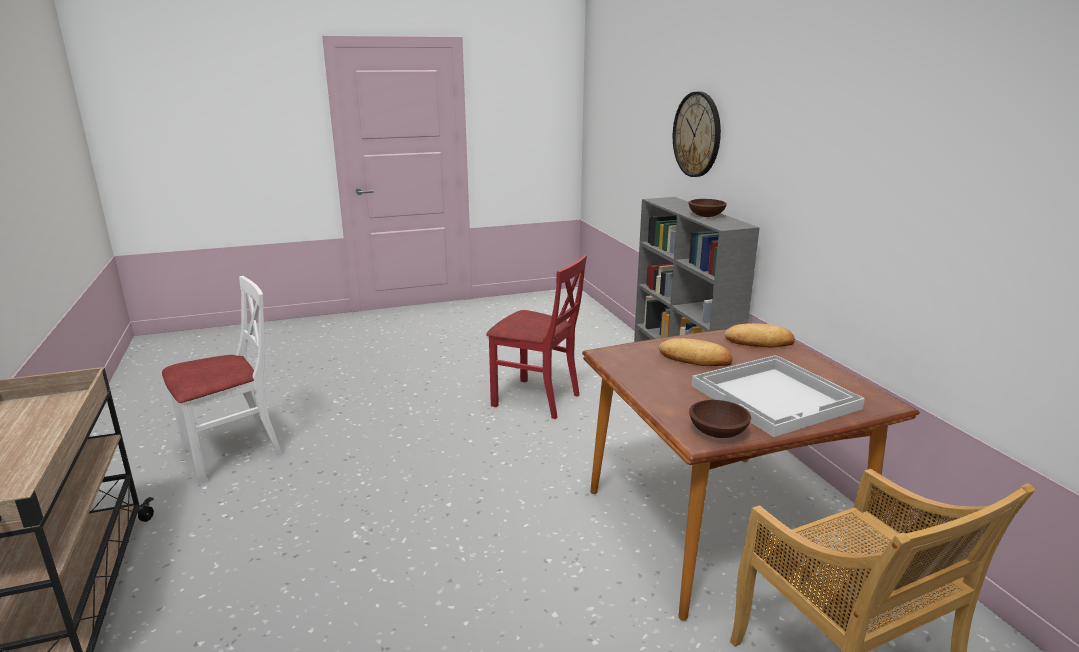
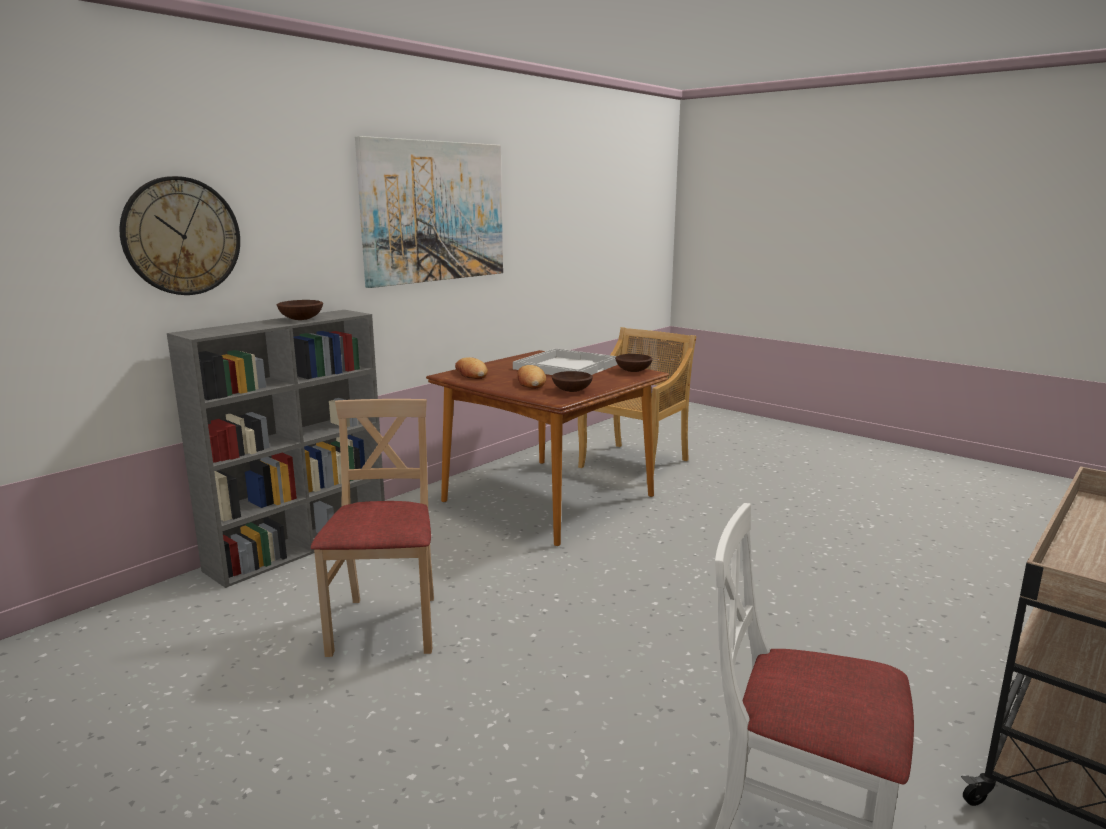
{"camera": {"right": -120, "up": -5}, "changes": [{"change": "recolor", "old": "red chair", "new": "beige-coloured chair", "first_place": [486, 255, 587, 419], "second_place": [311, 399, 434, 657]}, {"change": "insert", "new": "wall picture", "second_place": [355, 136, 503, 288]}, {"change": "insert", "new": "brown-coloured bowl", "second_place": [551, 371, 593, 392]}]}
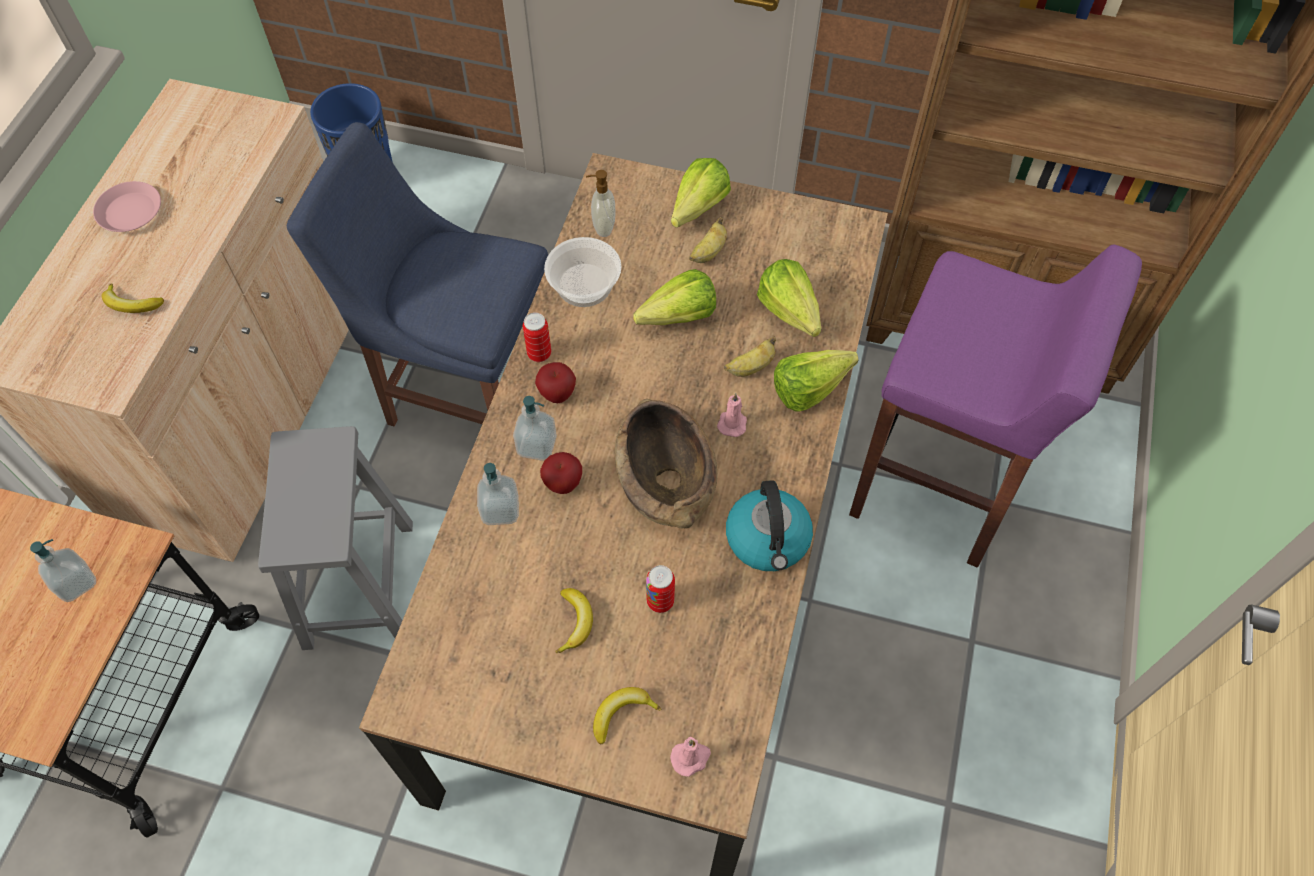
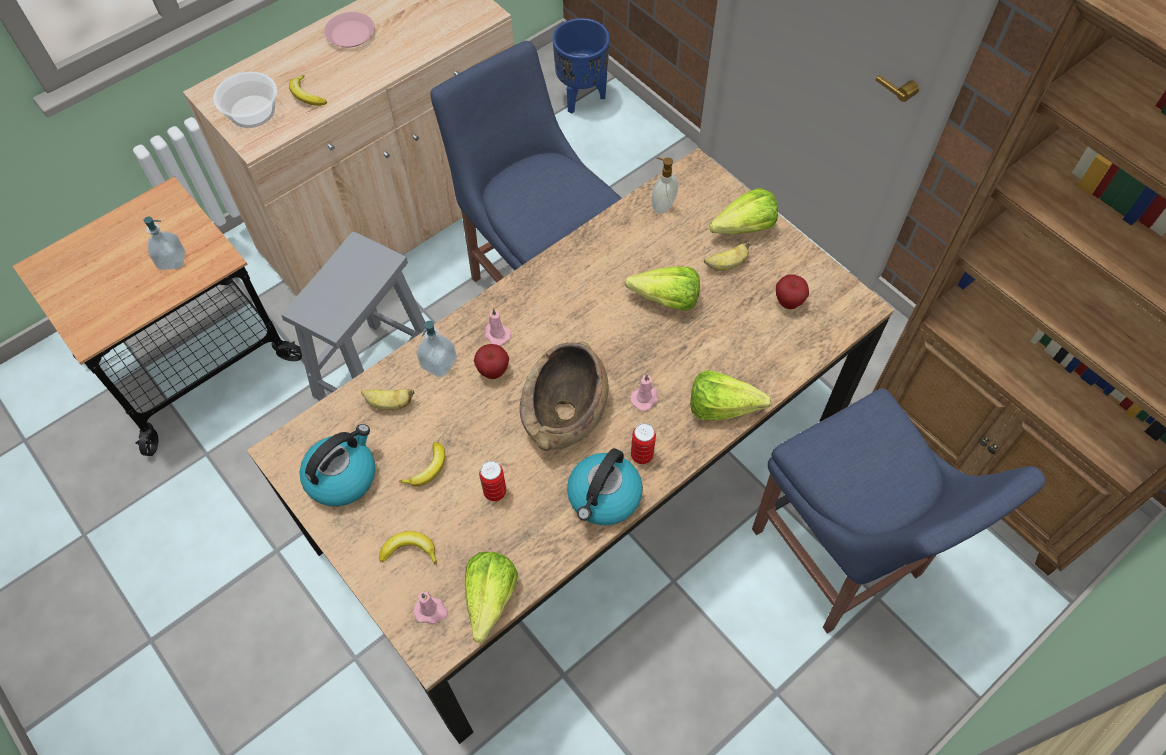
{"camera": {"right": 35, "up": 0}, "changes": [{"change": "move", "old": "bowl", "first_place": [544, 237, 622, 307], "second_place": [213, 72, 277, 128]}, {"change": "replace", "old": "purplish sitting stool", "new": "bluish chair", "first_place": [849, 245, 1142, 568], "second_place": [752, 388, 1046, 634]}, {"change": "move", "old": "lettuce", "first_place": [757, 259, 821, 337], "second_place": [465, 552, 518, 643]}, {"change": "move", "old": "can", "first_place": [523, 312, 551, 362], "second_place": [631, 423, 656, 464]}, {"change": "move", "old": "whole banana", "first_place": [724, 337, 776, 377], "second_place": [361, 389, 415, 410]}, {"change": "move", "old": "apple", "first_place": [535, 362, 576, 403], "second_place": [776, 274, 809, 309]}, {"change": "replace", "old": "soap dispenser", "new": "pink wax light", "first_place": [513, 396, 557, 461], "second_place": [484, 308, 511, 346]}, {"change": "insert", "new": "water kettle", "second_place": [300, 424, 375, 506]}]}
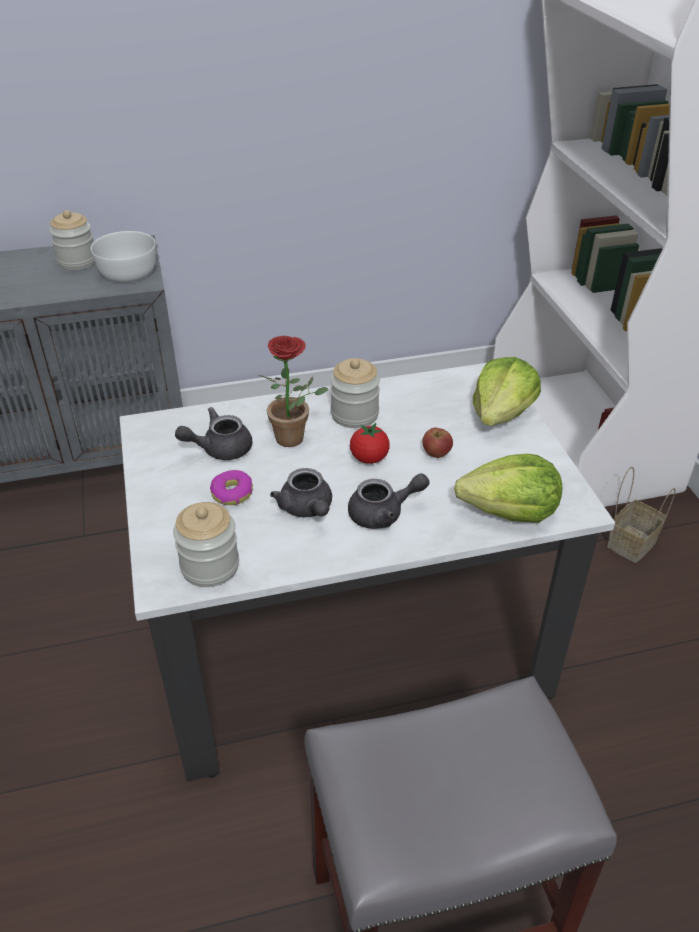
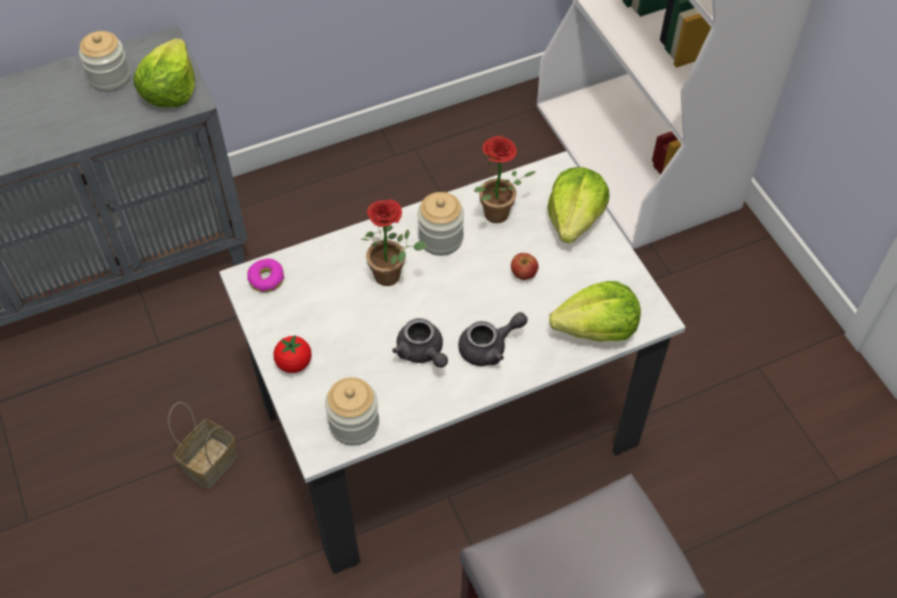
{"camera": {"right": -10, "up": 15}, "changes": [{"change": "replace", "old": "white-coloured bowl", "new": "lettuce", "first_place": [91, 231, 156, 282], "second_place": [133, 38, 195, 108]}, {"change": "delete", "old": "greyish pot for tea", "first_place": [175, 407, 252, 460]}, {"change": "move", "old": "fresh tomato", "first_place": [350, 423, 390, 464], "second_place": [273, 335, 312, 373]}, {"change": "move", "old": "storage basket", "first_place": [607, 467, 676, 563], "second_place": [168, 402, 238, 489]}, {"change": "move", "old": "doughnut", "first_place": [210, 470, 253, 505], "second_place": [247, 259, 285, 292]}, {"change": "insert", "new": "potted plant", "second_place": [474, 136, 536, 223]}]}
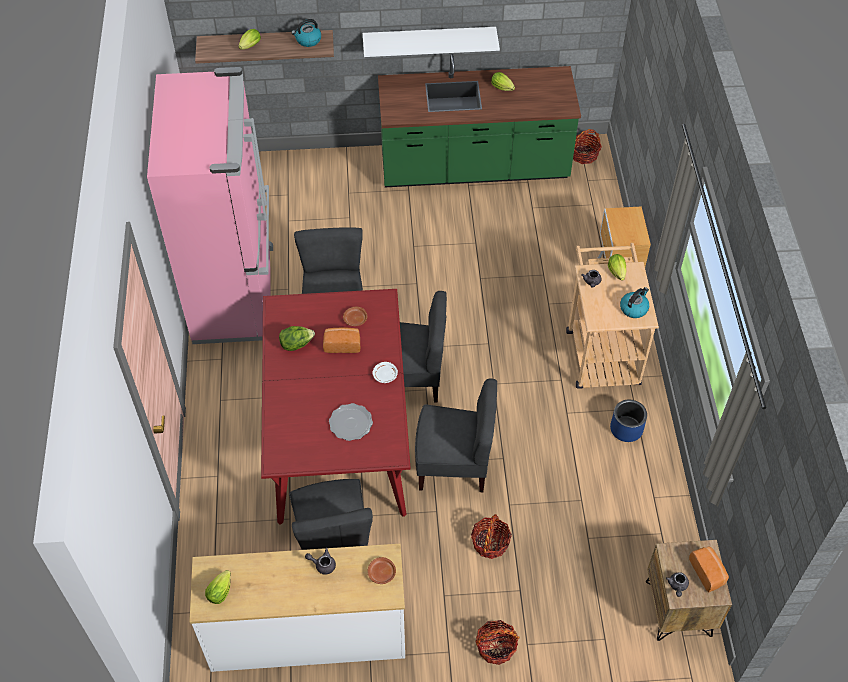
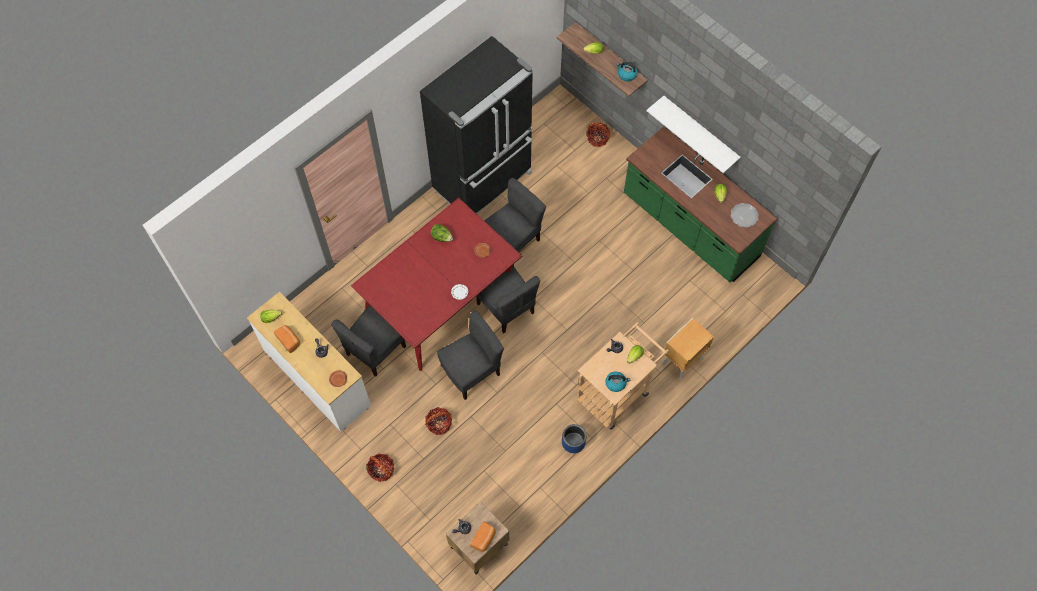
{"camera": {"right": 50, "up": 10}, "changes": [{"change": "recolor", "old": "pink kitchen fridge", "new": "black-coloured kitchen fridge", "first_place": [147, 67, 273, 344], "second_place": [420, 36, 533, 214]}, {"change": "move", "old": "storage basket", "first_place": [573, 129, 602, 164], "second_place": [587, 122, 610, 147]}, {"change": "move", "old": "bread", "first_place": [323, 327, 360, 353], "second_place": [274, 325, 300, 354]}, {"change": "rotate", "old": "greyish chair", "first_place": [415, 378, 497, 493], "second_place": [437, 310, 504, 400], "degrees": -90}, {"change": "move", "old": "dinner plate", "first_place": [329, 403, 373, 441], "second_place": [731, 203, 759, 228]}]}
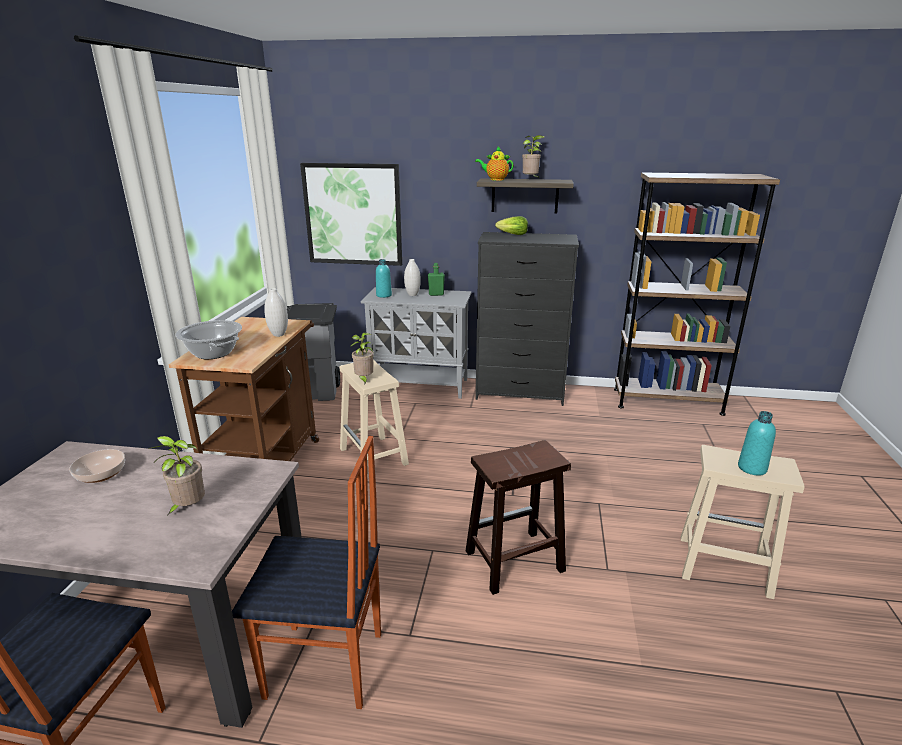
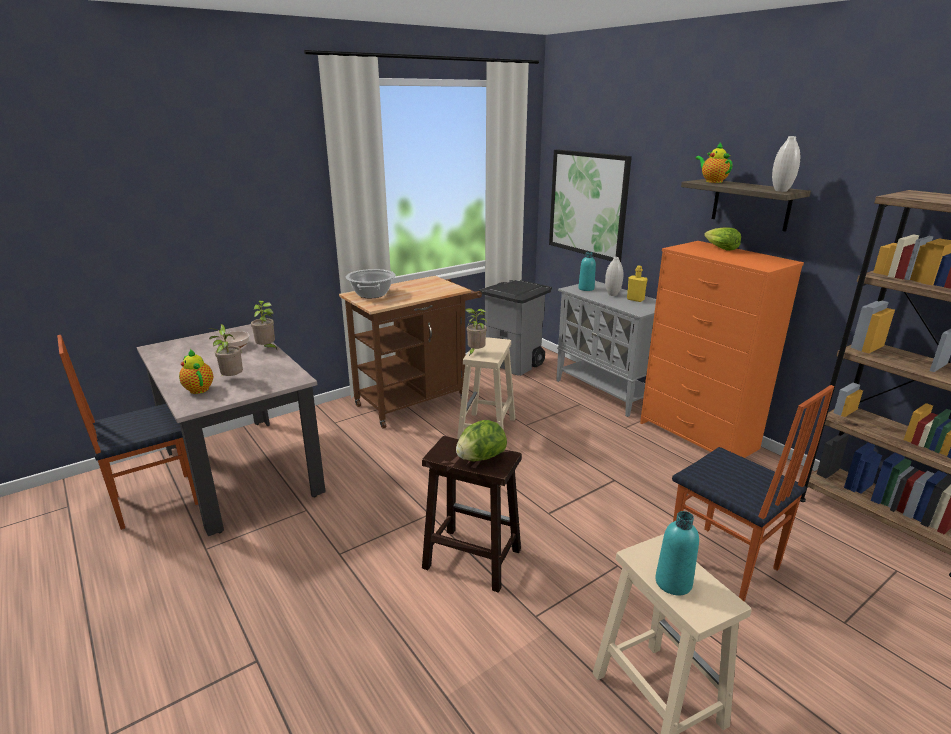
{"camera": {"right": 45, "up": 0}, "changes": [{"change": "move", "old": "potted plant", "first_place": [522, 135, 544, 179], "second_place": [251, 301, 278, 351]}, {"change": "recolor", "old": "black-coloured chest of drawers", "new": "orangey chest of drawers", "first_place": [475, 232, 579, 406], "second_place": [640, 241, 804, 458]}, {"change": "recolor", "old": "greenish bottle", "new": "yellow-coloured bottle", "first_place": [428, 263, 445, 296], "second_place": [627, 266, 648, 302]}, {"change": "move", "old": "white-coloured vase", "first_place": [264, 288, 288, 337], "second_place": [772, 136, 800, 192]}, {"change": "move", "old": "chair", "first_place": [232, 436, 381, 709], "second_place": [672, 385, 834, 602]}, {"change": "insert", "new": "pot for tea", "second_place": [179, 348, 213, 394]}, {"change": "insert", "new": "lettuce", "second_place": [456, 420, 507, 461]}]}
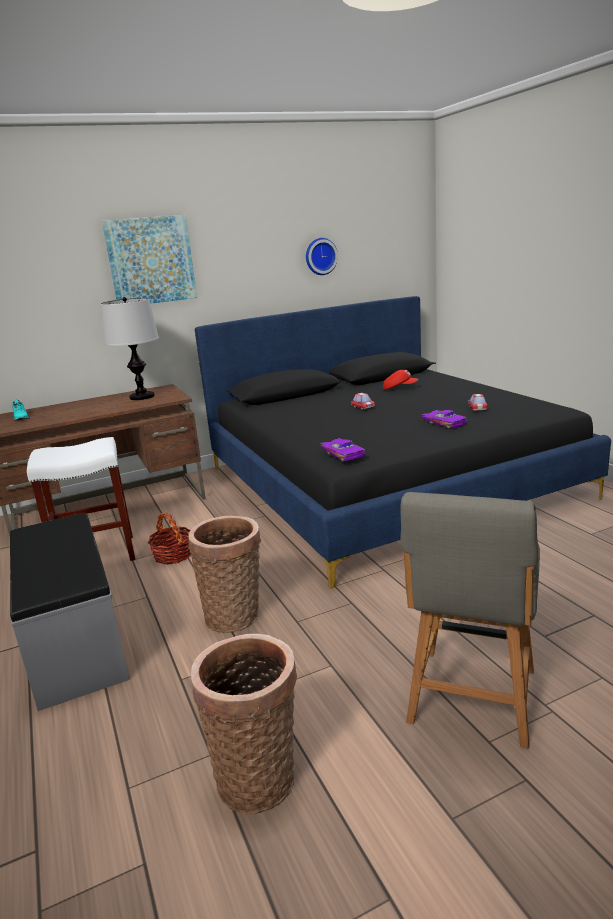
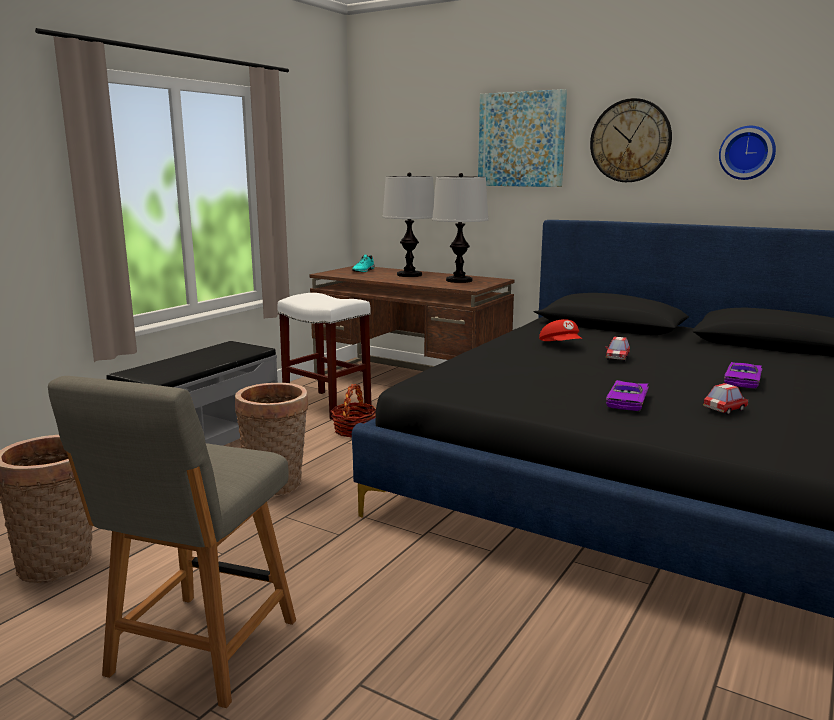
{"camera": {"right": 55, "up": -5}, "changes": [{"change": "move", "old": "red peaked cap", "first_place": [383, 370, 418, 390], "second_place": [539, 319, 582, 341]}, {"change": "move", "old": "purplish miniature car", "first_place": [320, 438, 365, 462], "second_place": [724, 362, 762, 389]}, {"change": "rotate", "old": "greyish chair", "first_place": [400, 492, 540, 749], "second_place": [48, 376, 296, 708], "degrees": -60}, {"change": "insert", "new": "clock on the wall", "second_place": [590, 98, 672, 182]}, {"change": "insert", "new": "tabletop lamp", "second_place": [383, 172, 434, 277]}]}
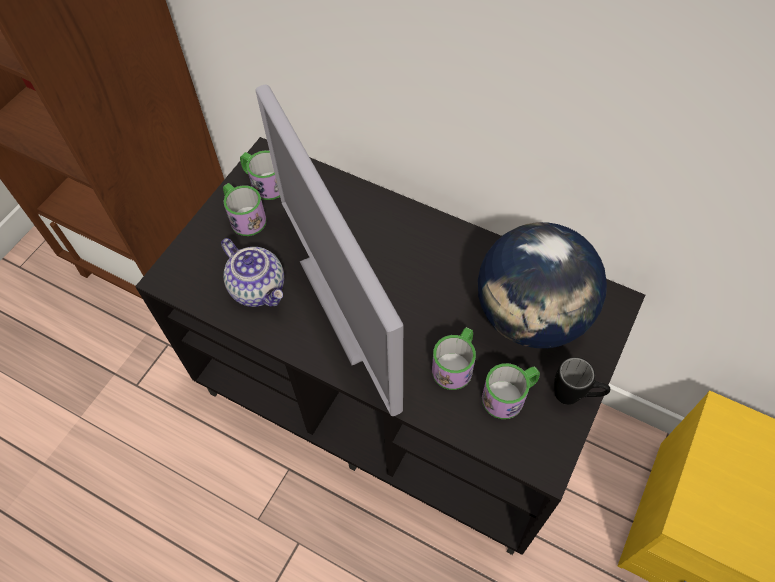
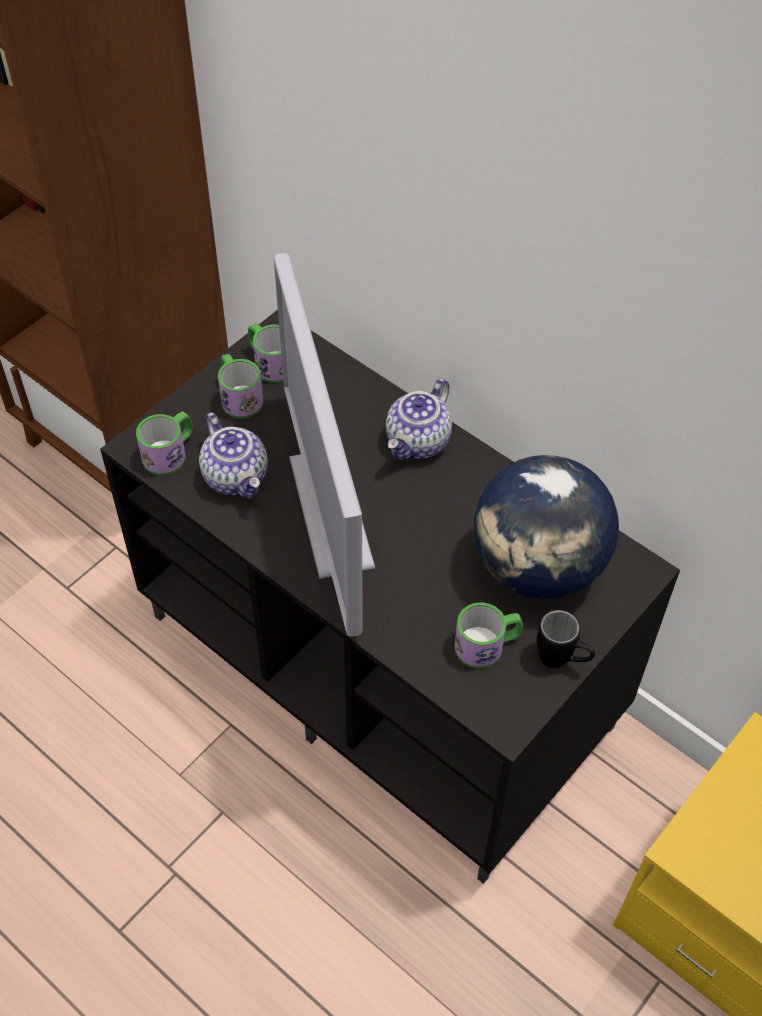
{"camera": {"right": 10, "up": -5}, "changes": [{"change": "move", "old": "mug", "first_place": [432, 327, 476, 390], "second_place": [136, 412, 193, 475]}, {"change": "insert", "new": "pot for tea", "second_place": [386, 378, 452, 460]}]}
